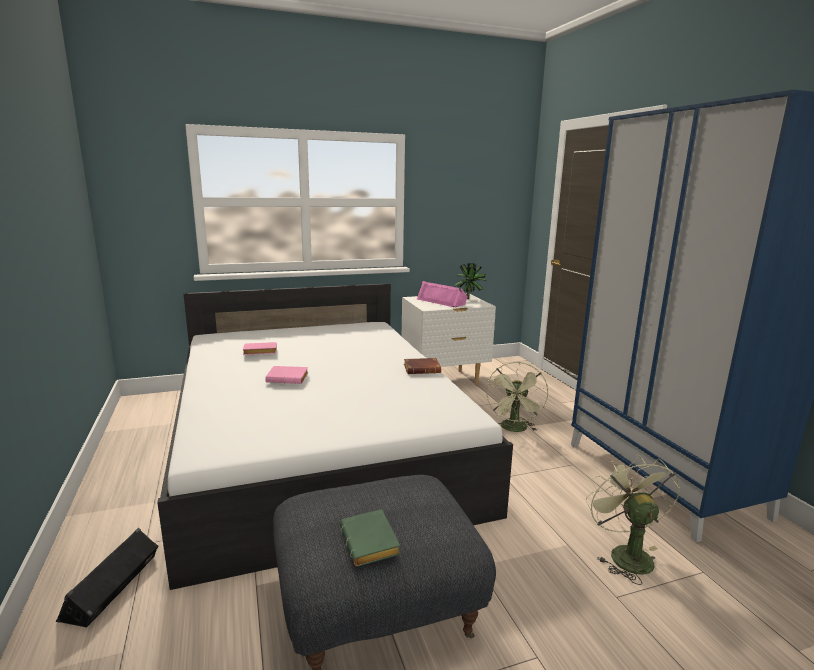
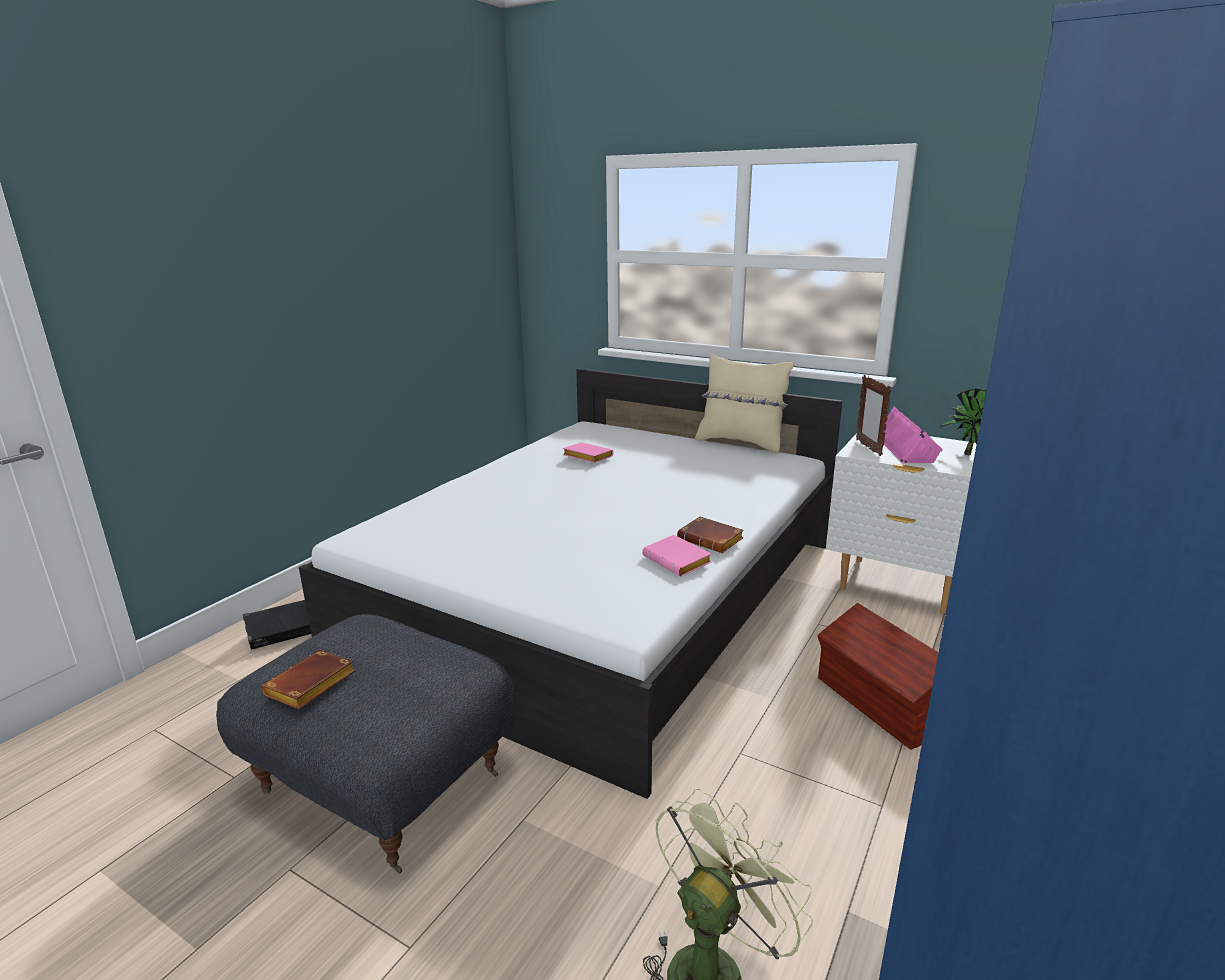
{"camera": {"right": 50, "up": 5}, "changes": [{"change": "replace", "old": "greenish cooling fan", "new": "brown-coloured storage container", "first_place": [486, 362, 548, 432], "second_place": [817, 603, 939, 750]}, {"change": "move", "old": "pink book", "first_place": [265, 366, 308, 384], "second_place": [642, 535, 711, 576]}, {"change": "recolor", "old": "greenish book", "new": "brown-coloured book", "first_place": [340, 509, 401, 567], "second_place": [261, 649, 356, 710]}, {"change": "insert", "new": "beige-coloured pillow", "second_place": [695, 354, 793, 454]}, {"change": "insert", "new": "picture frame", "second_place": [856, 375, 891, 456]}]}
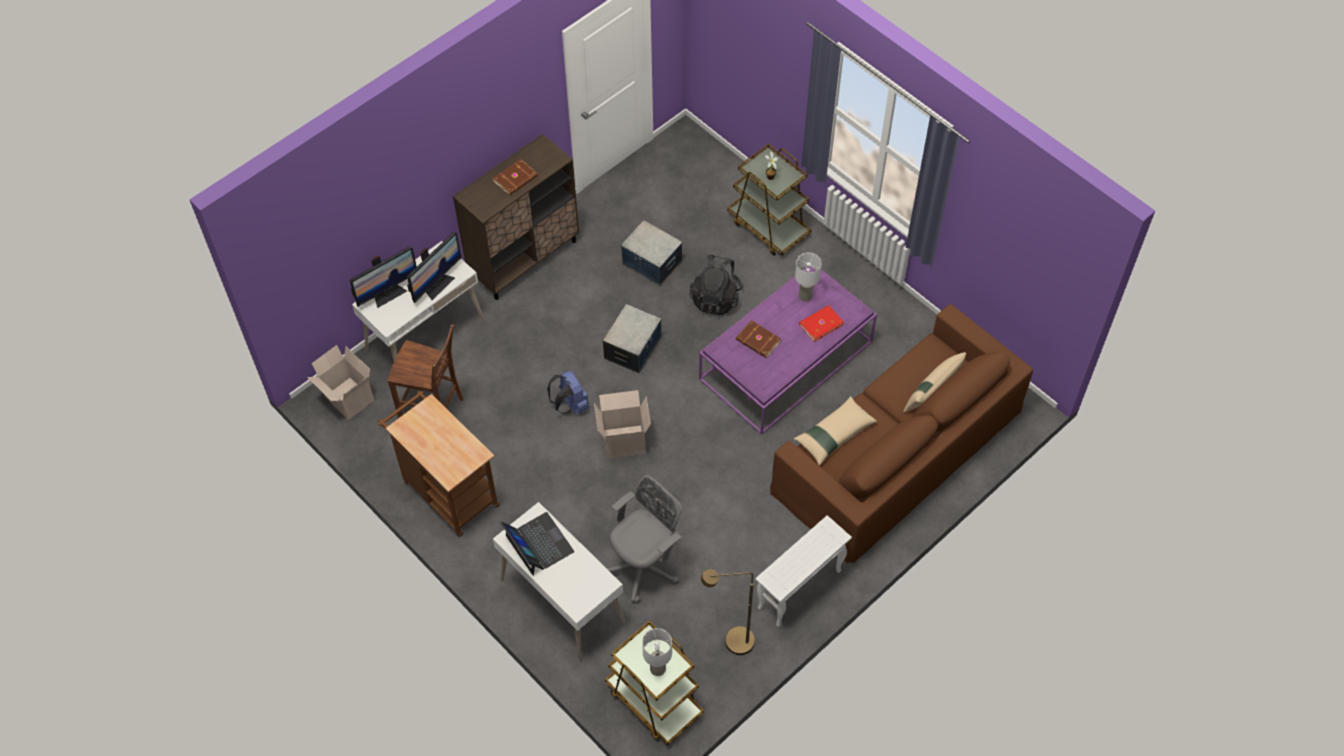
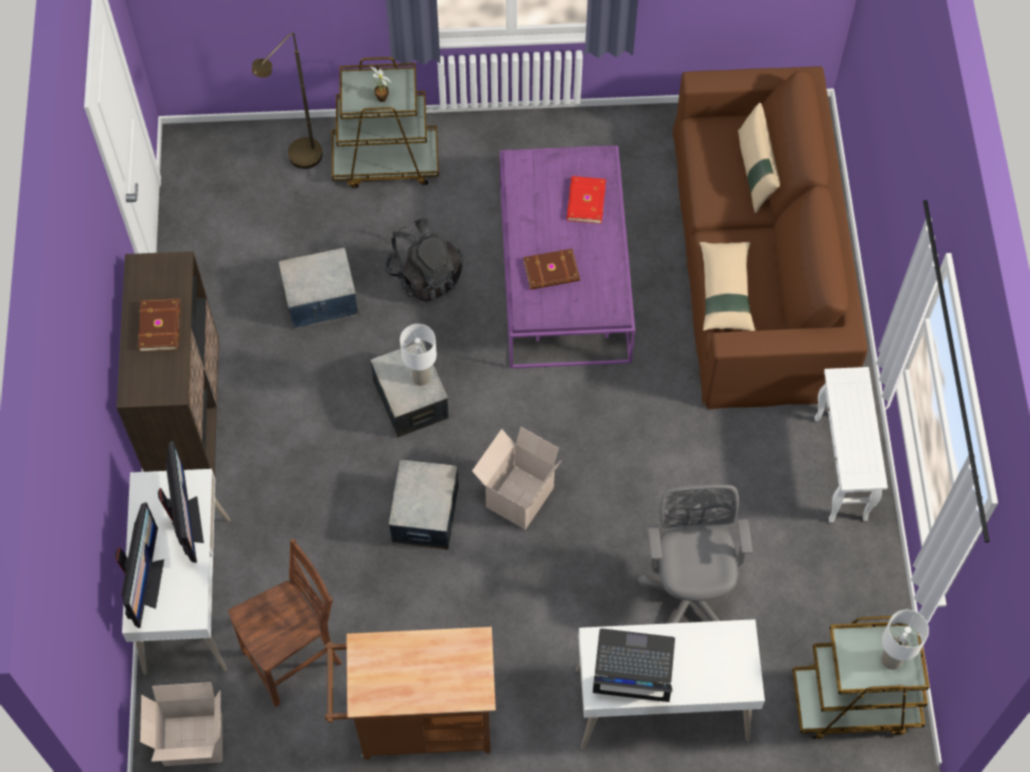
{"camera": {"right": -50, "up": 5}, "changes": [{"change": "move", "old": "white-coloured tabletop lamp", "first_place": [795, 253, 822, 302], "second_place": [400, 324, 437, 386]}, {"change": "replace", "old": "bluish backpack", "new": "storage container", "first_place": [547, 371, 589, 414], "second_place": [389, 459, 459, 550]}, {"change": "move", "old": "brown-coloured floor lamp", "first_place": [701, 569, 755, 655], "second_place": [252, 32, 323, 169]}]}
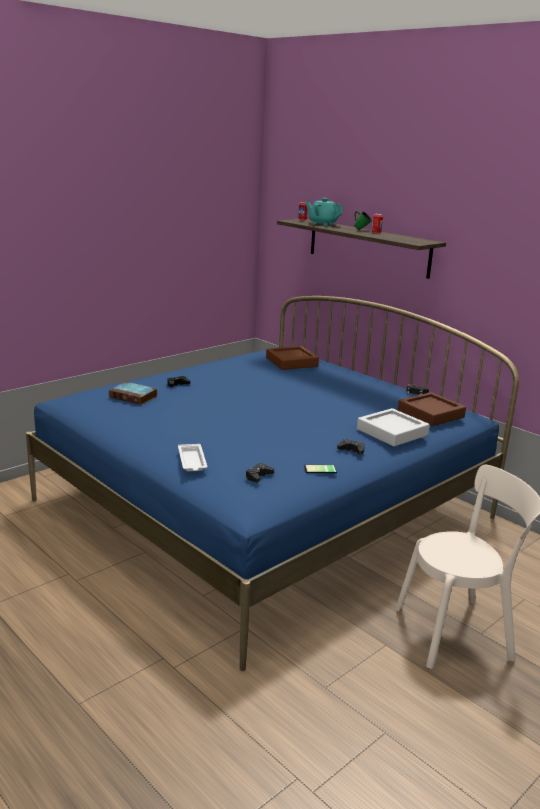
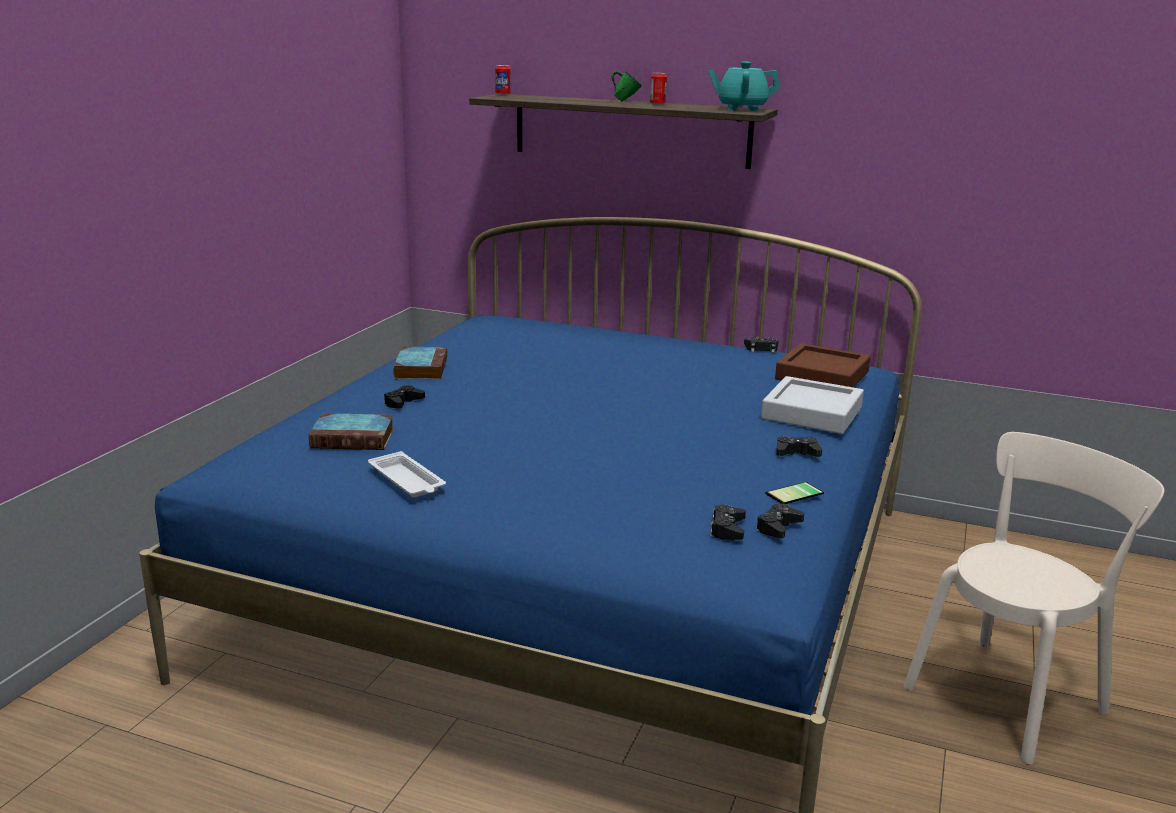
{"camera": {"right": -25, "up": 0}, "changes": [{"change": "move", "old": "turquoise pot for tea", "first_place": [306, 198, 343, 226], "second_place": [708, 62, 780, 111]}, {"change": "delete", "old": "brown-coloured carrying tray", "first_place": [266, 346, 319, 370]}, {"change": "move", "old": "white-coloured carrying tray", "first_place": [178, 444, 207, 471], "second_place": [368, 451, 446, 497]}, {"change": "insert", "new": "book", "second_place": [393, 347, 447, 379]}, {"change": "insert", "new": "black-coloured joypad", "second_place": [756, 503, 805, 538]}]}
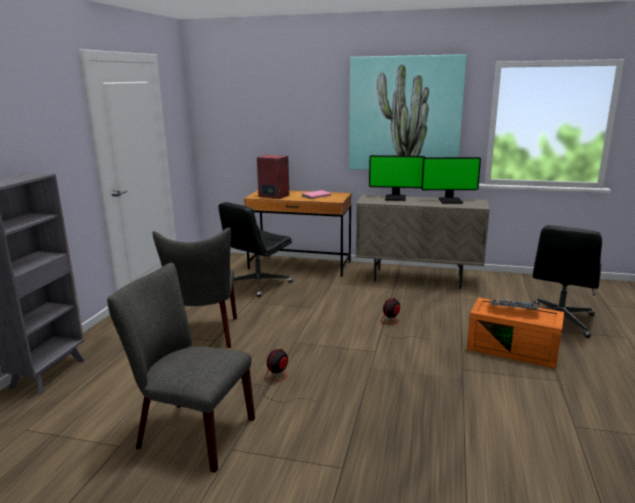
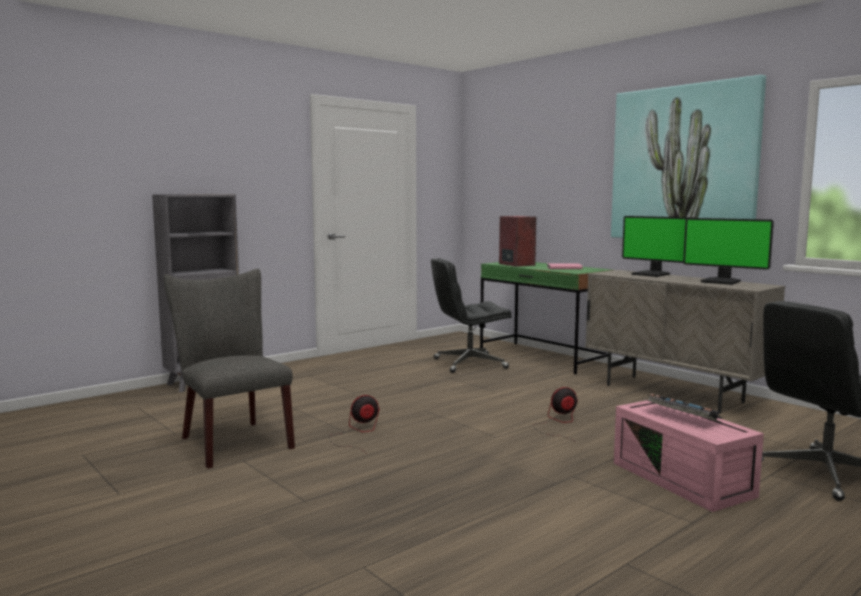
{"camera": {"right": 35, "up": -10}, "changes": [{"change": "recolor", "old": "brown-coloured desk", "new": "greenish desk", "first_place": [244, 190, 351, 277], "second_place": [480, 262, 613, 375]}, {"change": "delete", "old": "greyish chair", "first_place": [153, 228, 237, 348]}, {"change": "recolor", "old": "orangey storage container", "new": "pink storage container", "first_place": [467, 297, 564, 369], "second_place": [614, 400, 764, 512]}]}
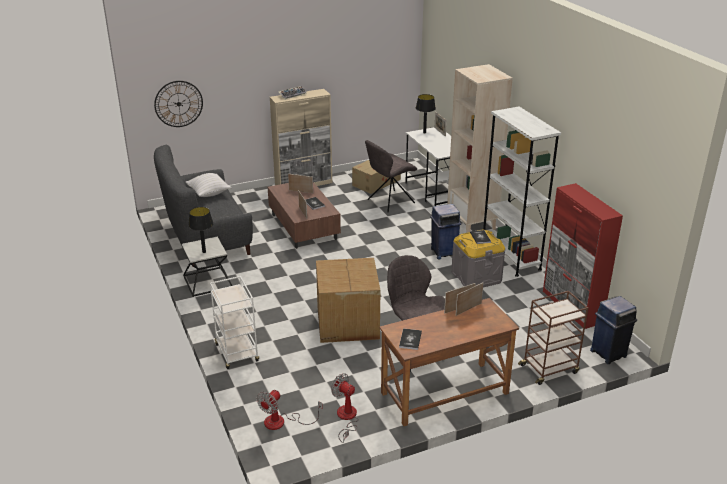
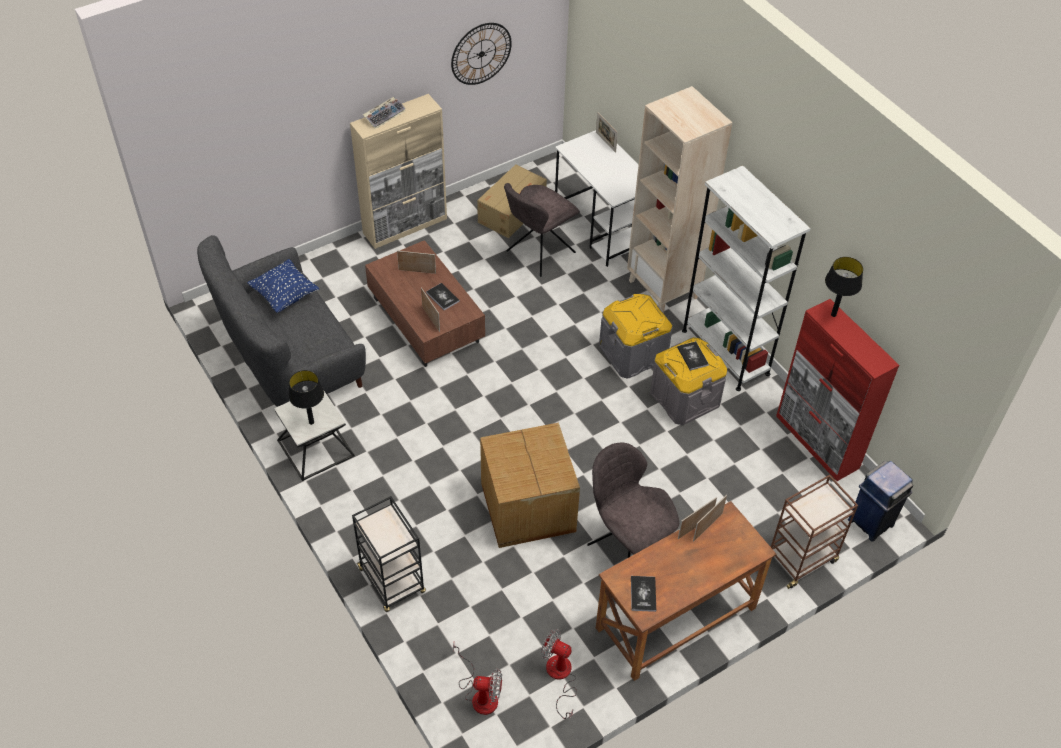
{"camera": {"right": -10, "up": 20}, "changes": [{"change": "move", "old": "clock on the wall", "first_place": [154, 81, 203, 127], "second_place": [451, 23, 512, 85]}, {"change": "move", "old": "black-coloured tabletop lamp", "first_place": [416, 94, 436, 133], "second_place": [825, 257, 863, 317]}, {"change": "recolor", "old": "white-coloured pillow", "new": "bluish pillow", "first_place": [186, 173, 231, 197], "second_place": [247, 259, 319, 313]}, {"change": "replace", "old": "bluish rubbish bin", "new": "greyish storage container", "first_place": [430, 204, 461, 259], "second_place": [599, 294, 672, 379]}, {"change": "recolor", "old": "white-coloured wheeled cart", "new": "black-coloured wheeled cart", "first_place": [210, 276, 259, 369], "second_place": [352, 496, 426, 612]}, {"change": "rotate", "old": "cooling fan", "first_place": [257, 390, 323, 430], "second_place": [453, 643, 502, 715], "degrees": -105}]}
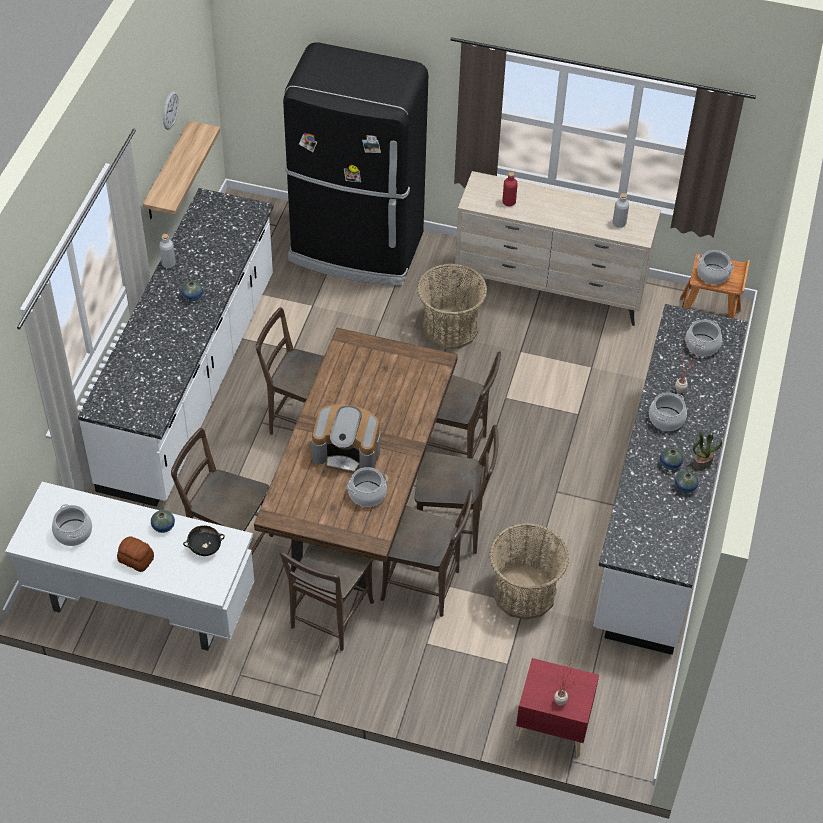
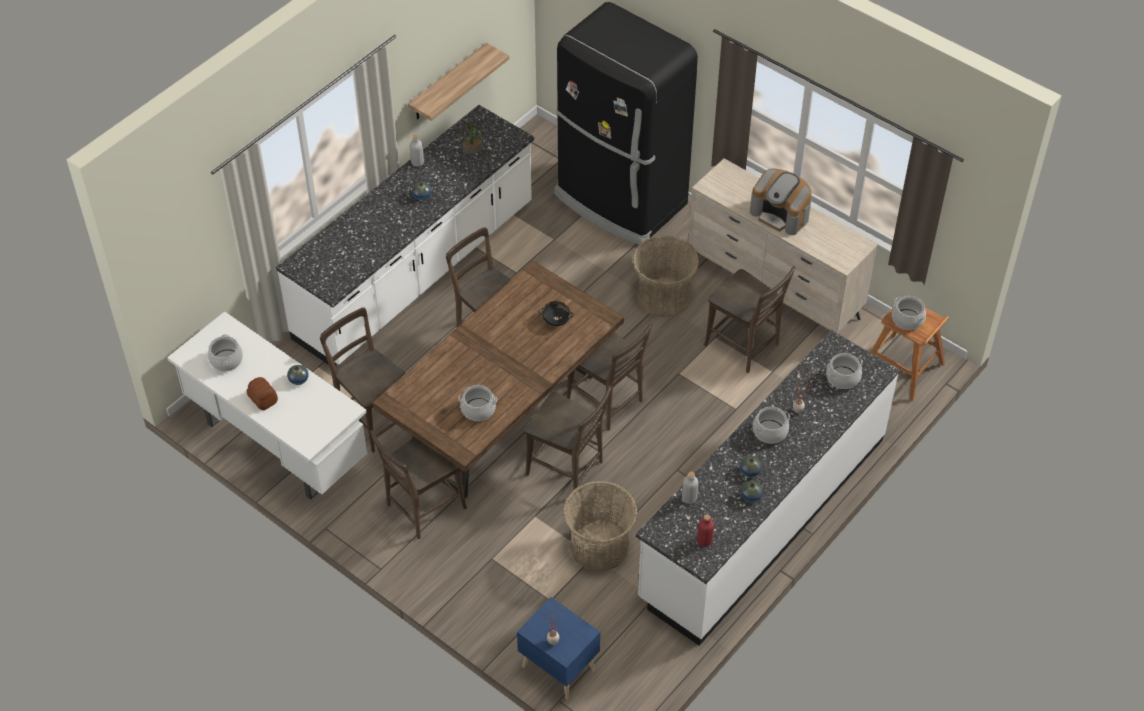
{"camera": {"right": 25, "up": 0}, "changes": [{"change": "delete", "old": "clock on the wall", "first_place": [163, 90, 179, 130]}, {"change": "move", "old": "red bottle", "first_place": [502, 172, 517, 206], "second_place": [697, 514, 714, 547]}, {"change": "move", "old": "greyish bottle", "first_place": [613, 193, 629, 228], "second_place": [682, 472, 698, 504]}, {"change": "move", "old": "coffee maker", "first_place": [312, 404, 380, 474], "second_place": [750, 169, 812, 235]}, {"change": "move", "old": "potted plant", "first_place": [693, 431, 722, 470], "second_place": [462, 119, 482, 154]}, {"change": "move", "old": "brown-coloured chair", "first_place": [380, 490, 473, 617], "second_place": [704, 266, 796, 373]}, {"change": "move", "old": "black-coloured bowl", "first_place": [183, 525, 225, 556], "second_place": [538, 301, 574, 326]}, {"change": "recolor", "old": "red night table", "new": "bluish night table", "first_place": [516, 658, 599, 757], "second_place": [517, 597, 600, 700]}]}
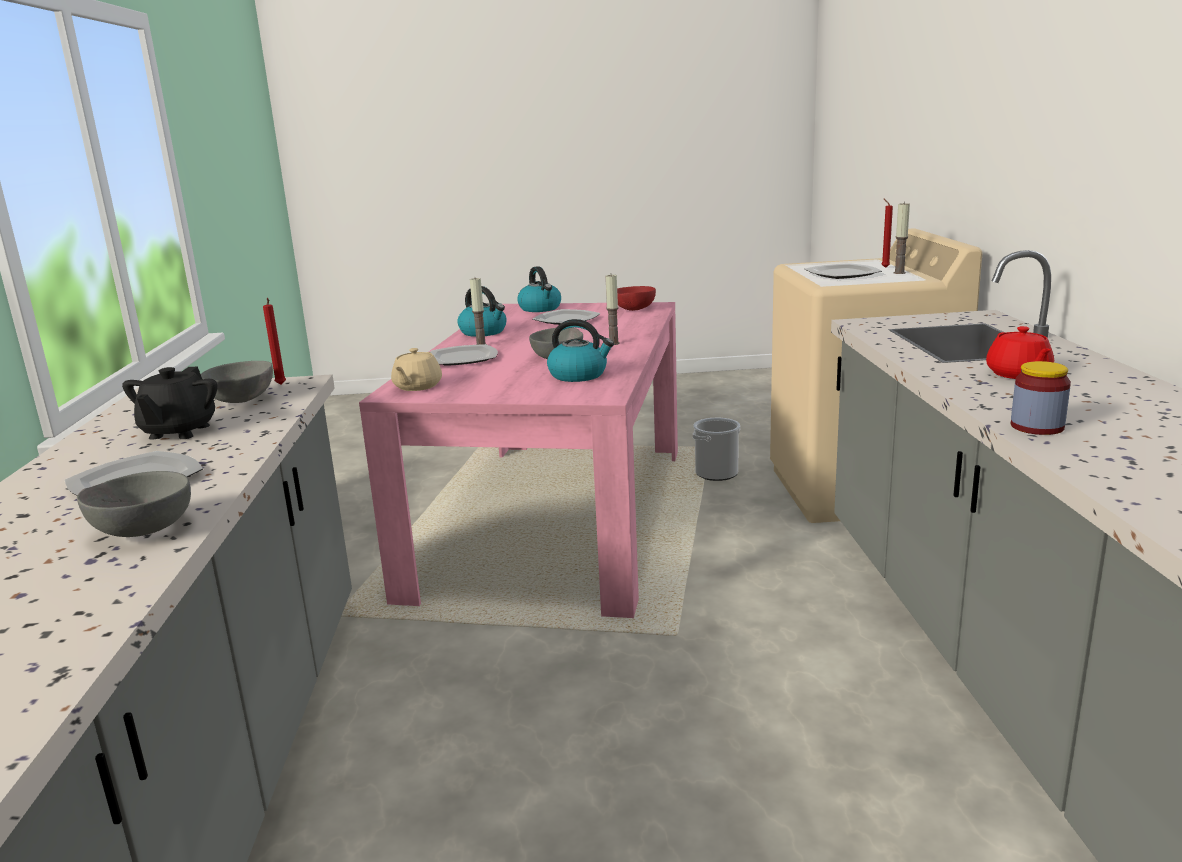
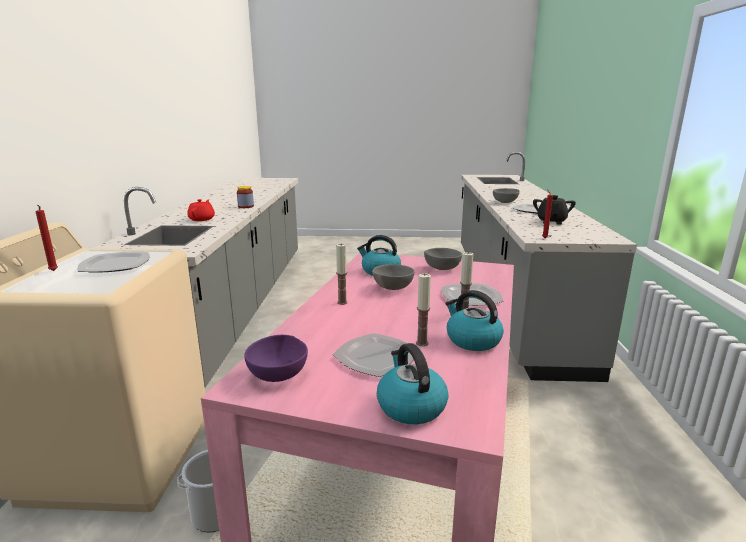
{"camera": {"right": -175, "up": 0}, "changes": [{"change": "move", "old": "wax light", "first_place": [893, 202, 910, 274], "second_place": [416, 273, 431, 346]}, {"change": "recolor", "old": "red bowl", "new": "purplish bowl", "first_place": [617, 286, 656, 311], "second_place": [244, 335, 308, 382]}, {"change": "delete", "old": "beige-coloured pot for tea", "first_place": [391, 348, 442, 391]}, {"change": "move", "old": "greyish bowl", "first_place": [201, 361, 273, 403], "second_place": [424, 248, 462, 270]}]}
